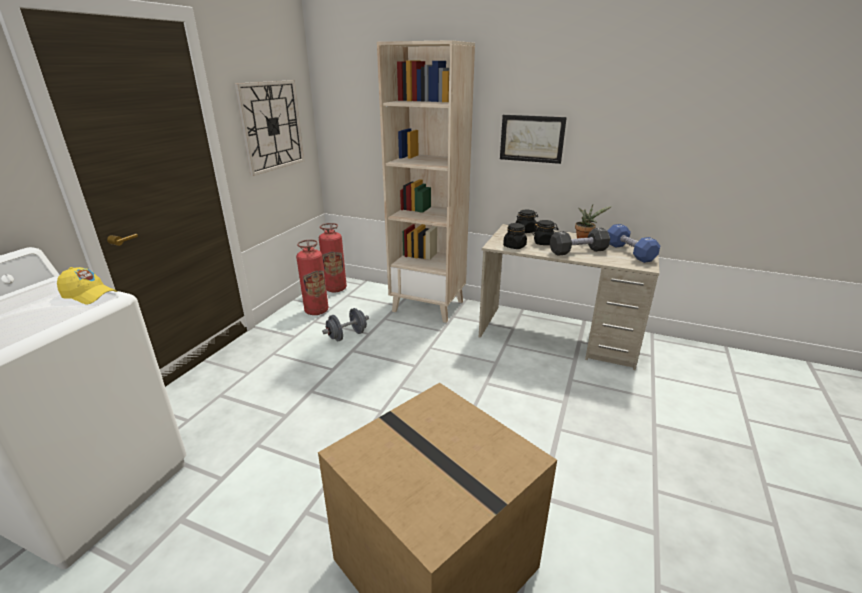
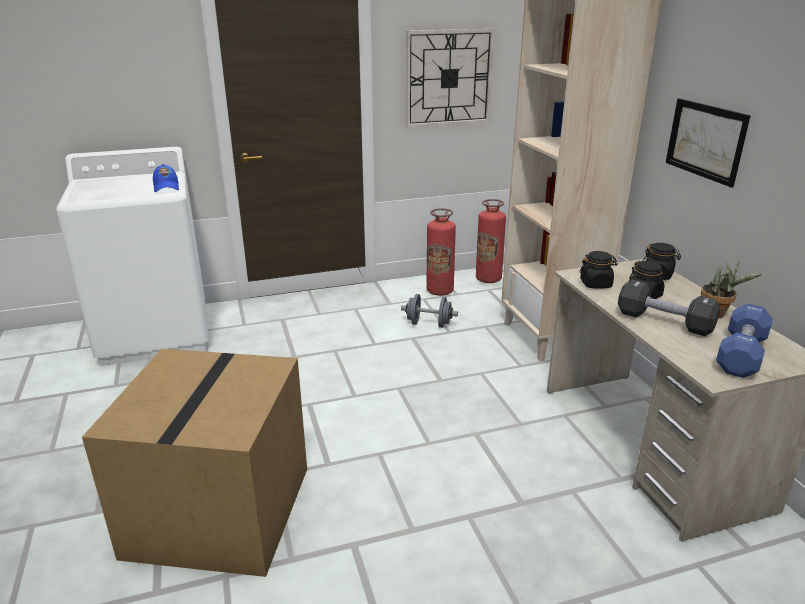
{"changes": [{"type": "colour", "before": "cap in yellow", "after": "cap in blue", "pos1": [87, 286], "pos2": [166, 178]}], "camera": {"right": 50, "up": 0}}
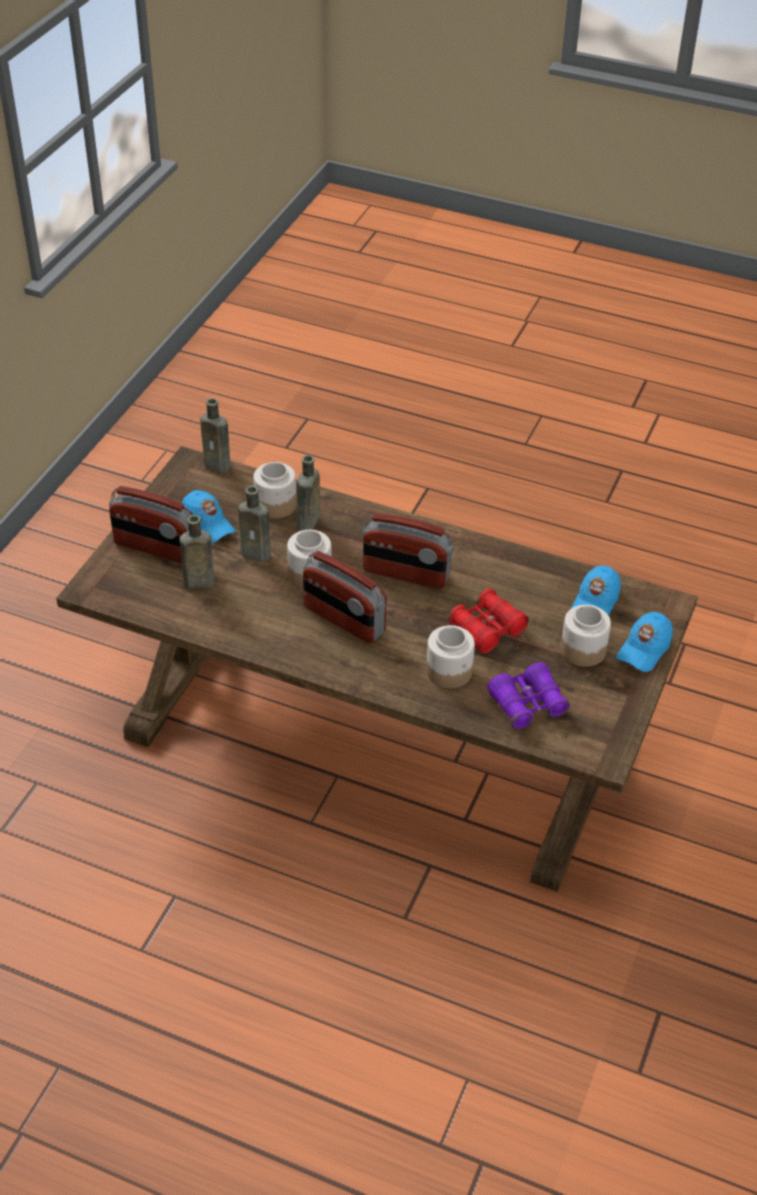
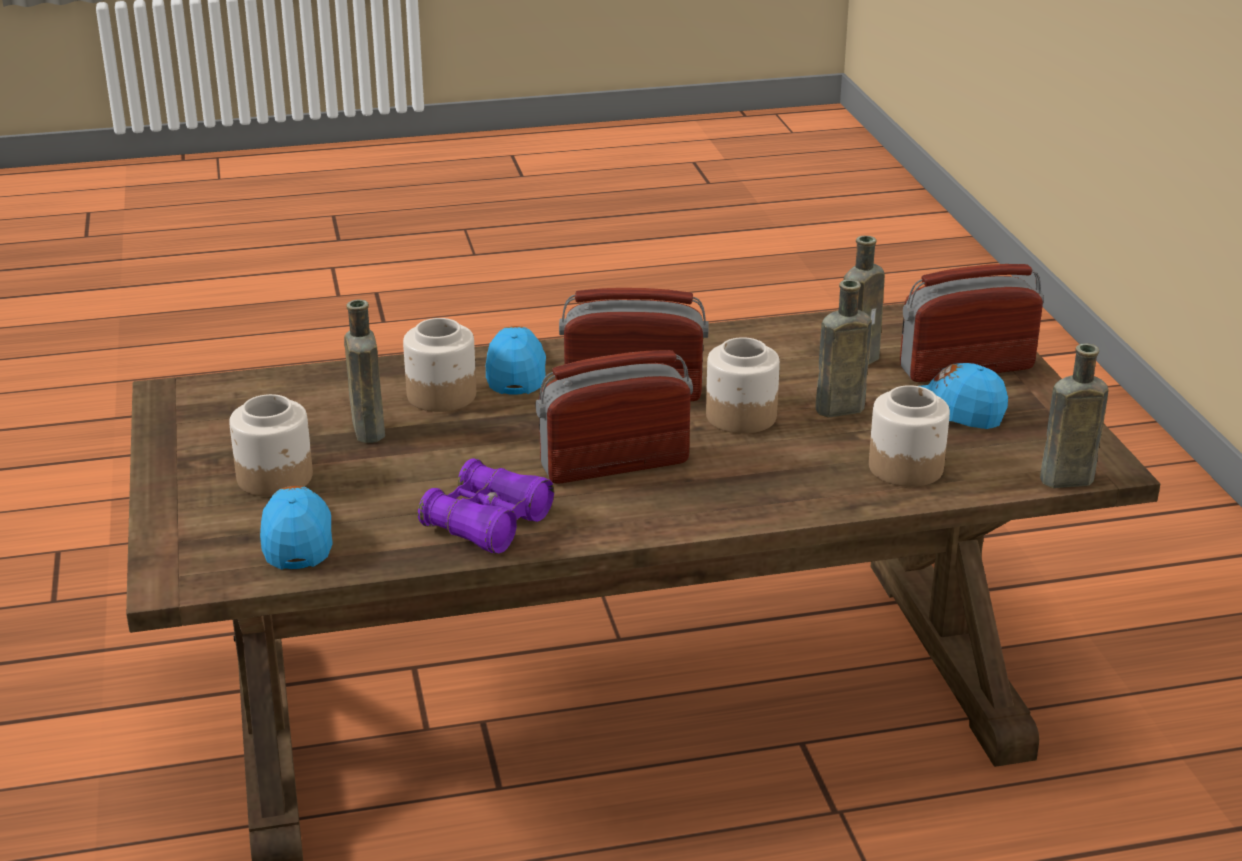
{"changes": [{"type": "relocated", "before": "bottle in brown", "pos1": [308, 493], "pos2": [364, 371]}, {"type": "missing", "before": "binoculars in red", "pos1": [488, 621]}, {"type": "relocated", "before": "cap in blue", "pos1": [644, 642], "pos2": [516, 360]}, {"type": "relocated", "before": "binoculars in purple", "pos1": [528, 695], "pos2": [486, 506]}], "camera": {"right": 145, "up": -15}}
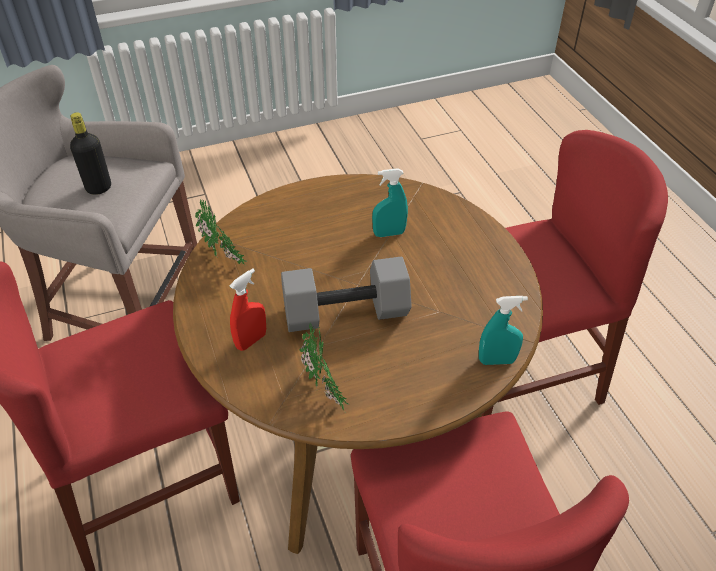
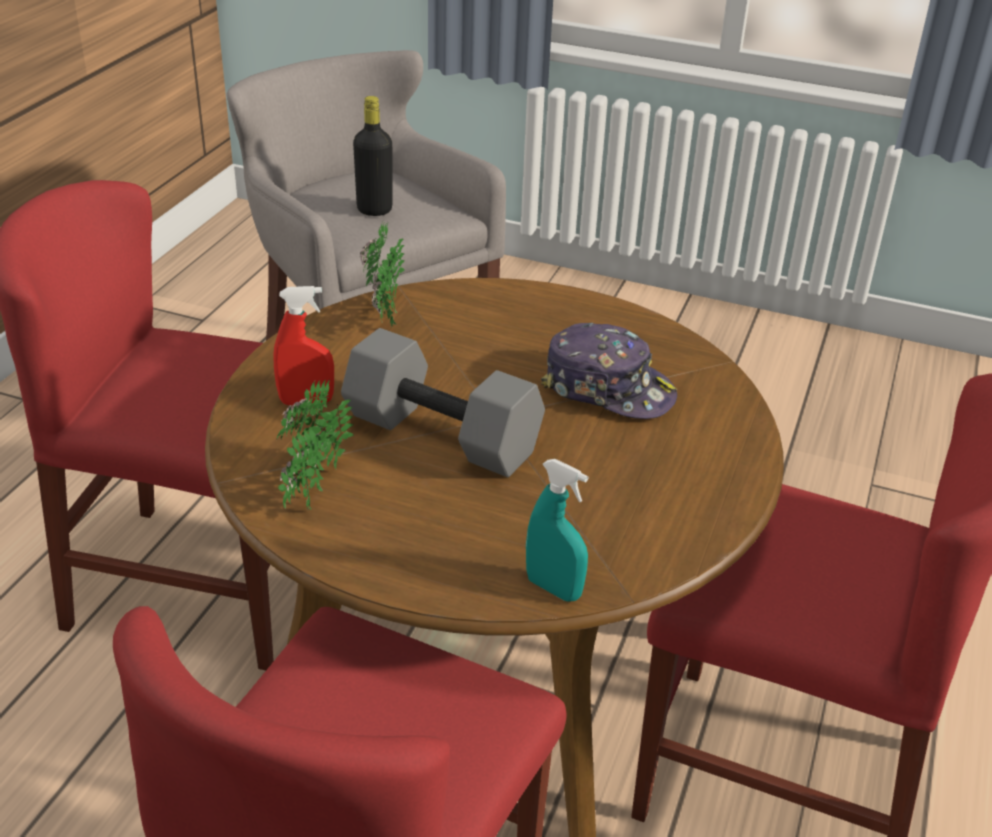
{"changes": [{"type": "exchanged", "before": "spray bottle in turquoise", "after": "cap", "pos1": [390, 202], "pos2": [609, 371]}], "camera": {"right": 40, "up": -10}}
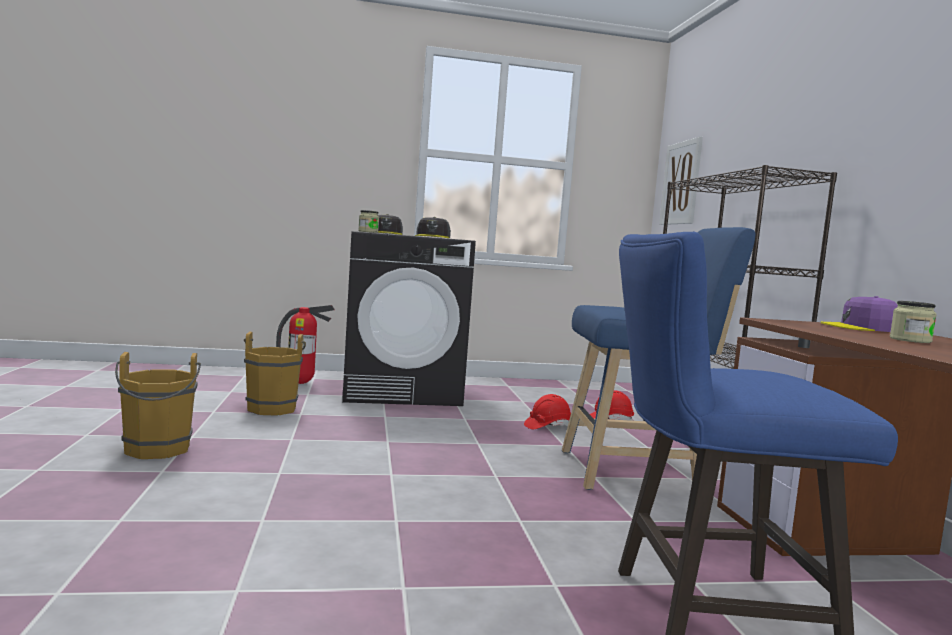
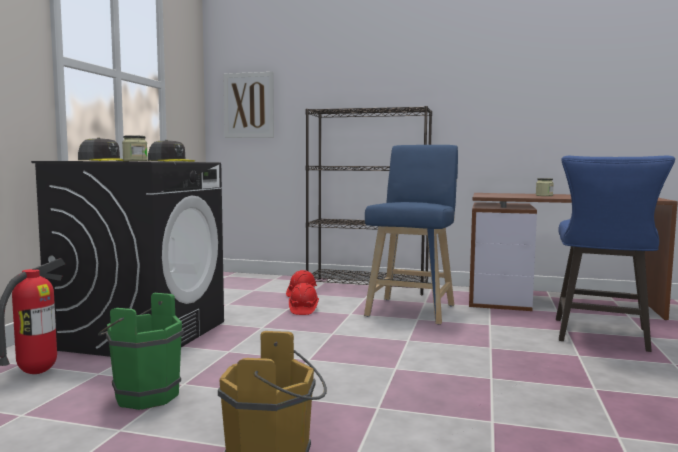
{"changes": [{"type": "missing", "before": "cap in purple", "pos1": [859, 314]}, {"type": "colour", "before": "bucket in brown", "after": "bucket in green", "pos1": [275, 374], "pos2": [141, 351]}], "camera": {"right": -65, "up": 0}}
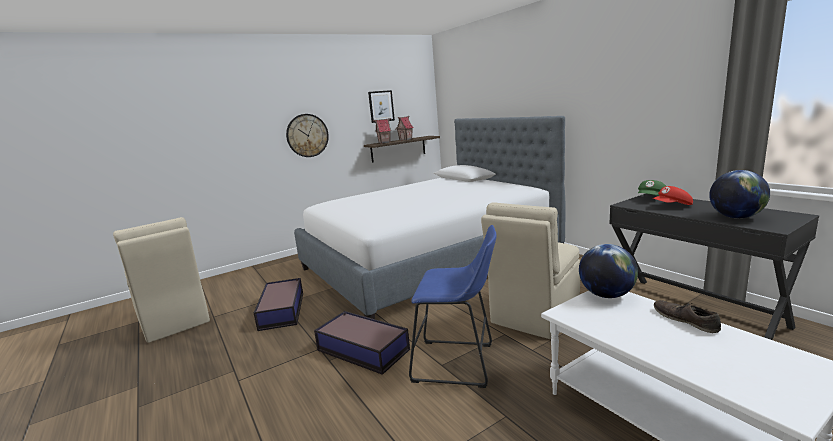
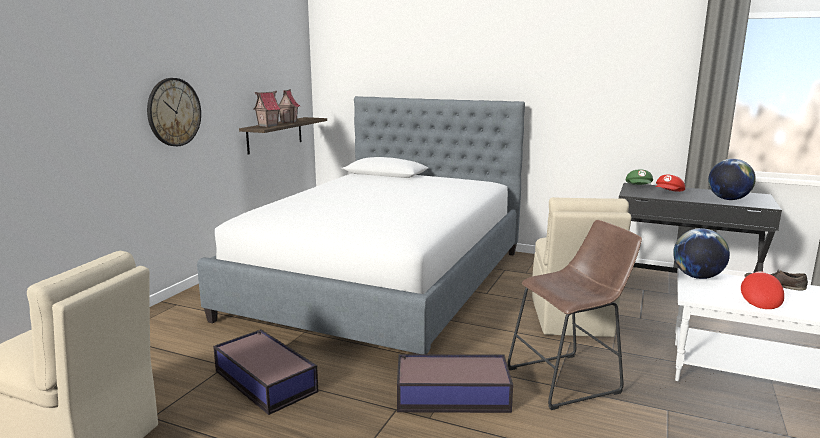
{"changes": [{"type": "missing", "before": "picture", "pos1": [381, 106]}, {"type": "colour", "before": "stool in blue", "after": "stool in brown", "pos1": [453, 306], "pos2": [574, 315]}, {"type": "appeared", "after": "cap in red", "pos2": [762, 290]}], "camera": {"right": -35, "up": 0}}
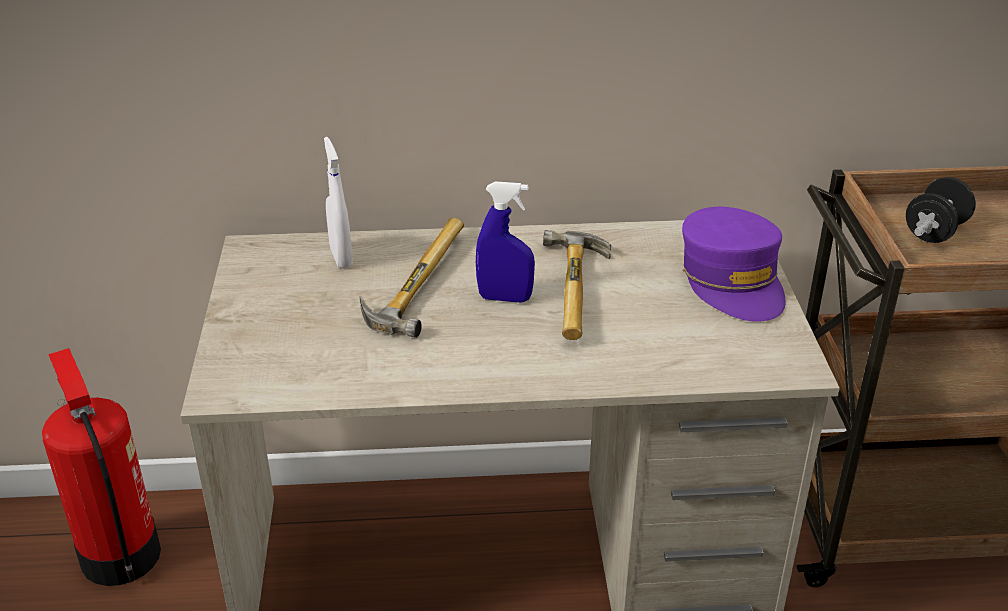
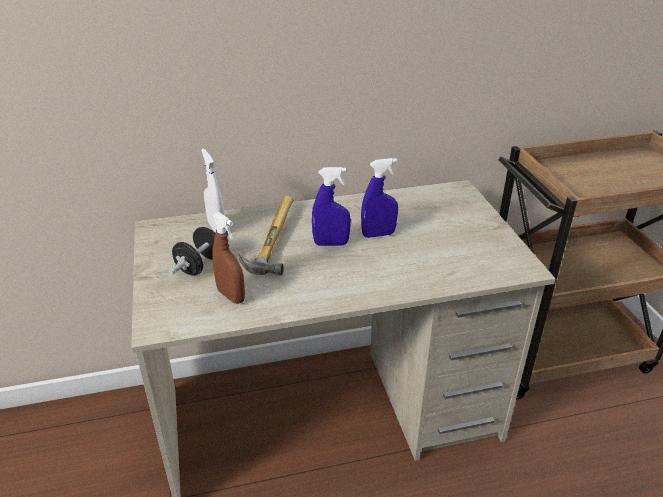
{"changes": [{"type": "relocated", "before": "dumbbell in black", "pos1": [941, 210], "pos2": [192, 251]}, {"type": "missing", "before": "cap in purple", "pos1": [734, 264]}, {"type": "exchanged", "before": "hammer", "after": "spray bottle in blue", "pos1": [577, 285], "pos2": [379, 198]}, {"type": "missing", "before": "fire extinguisher", "pos1": [101, 467]}, {"type": "appeared", "after": "spray bottle in brown", "pos2": [228, 258]}], "camera": {"right": -10, "up": 0}}
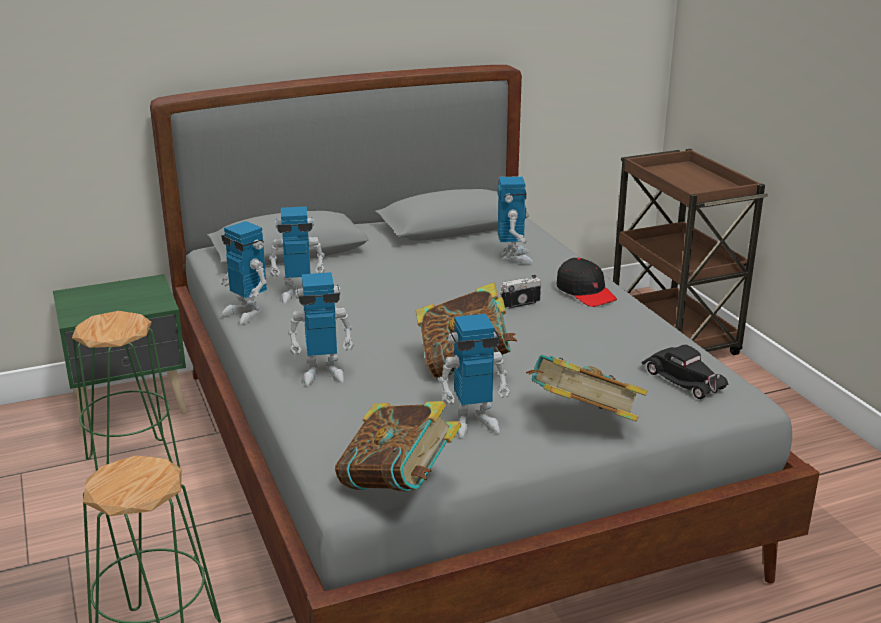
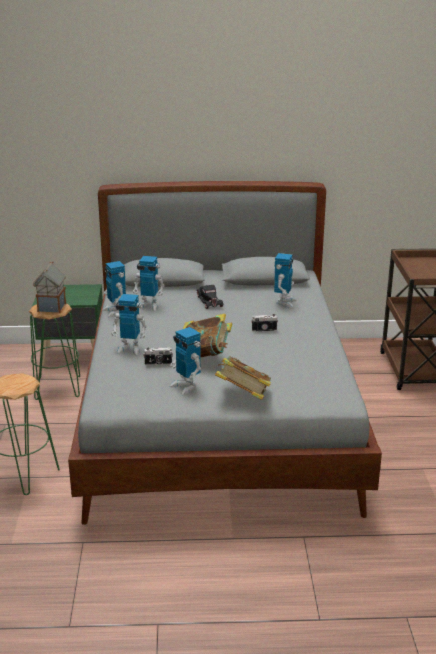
{"changes": [{"type": "missing", "before": "cap in black", "pos1": [586, 282]}, {"type": "spun", "before": "toy robot", "pos1": [475, 376], "pos2": [185, 361], "turn": 45}, {"type": "relocated", "before": "toy car in black", "pos1": [685, 372], "pos2": [209, 297]}, {"type": "missing", "before": "book", "pos1": [398, 446]}, {"type": "appeared", "after": "toy house", "pos2": [49, 287]}, {"type": "appeared", "after": "photo camera", "pos2": [158, 356]}], "camera": {"right": 20, "up": 0}}
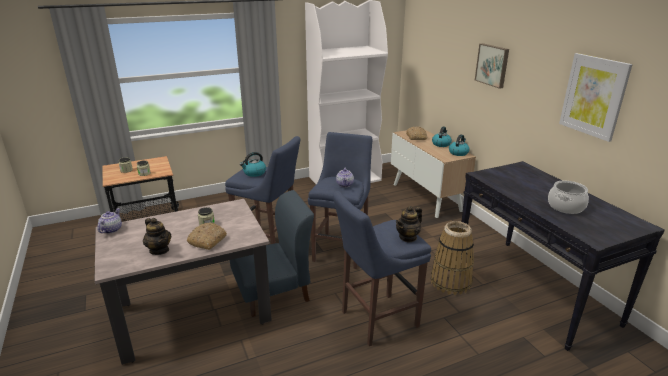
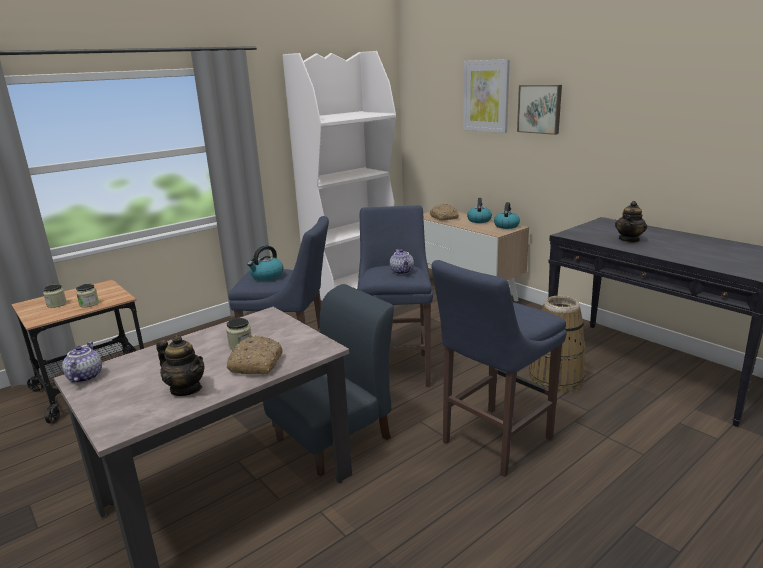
{"changes": [{"type": "relocated", "before": "picture", "pos1": [595, 97], "pos2": [486, 96]}, {"type": "missing", "before": "cooking pot", "pos1": [568, 197]}, {"type": "relocated", "before": "teapot", "pos1": [409, 224], "pos2": [631, 222]}], "camera": {"right": -15, "up": -5}}
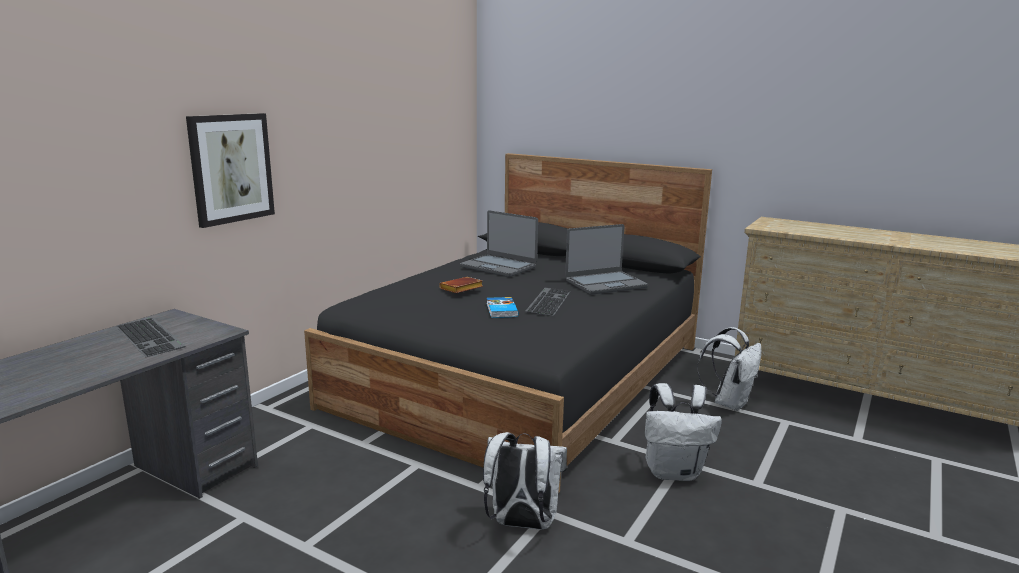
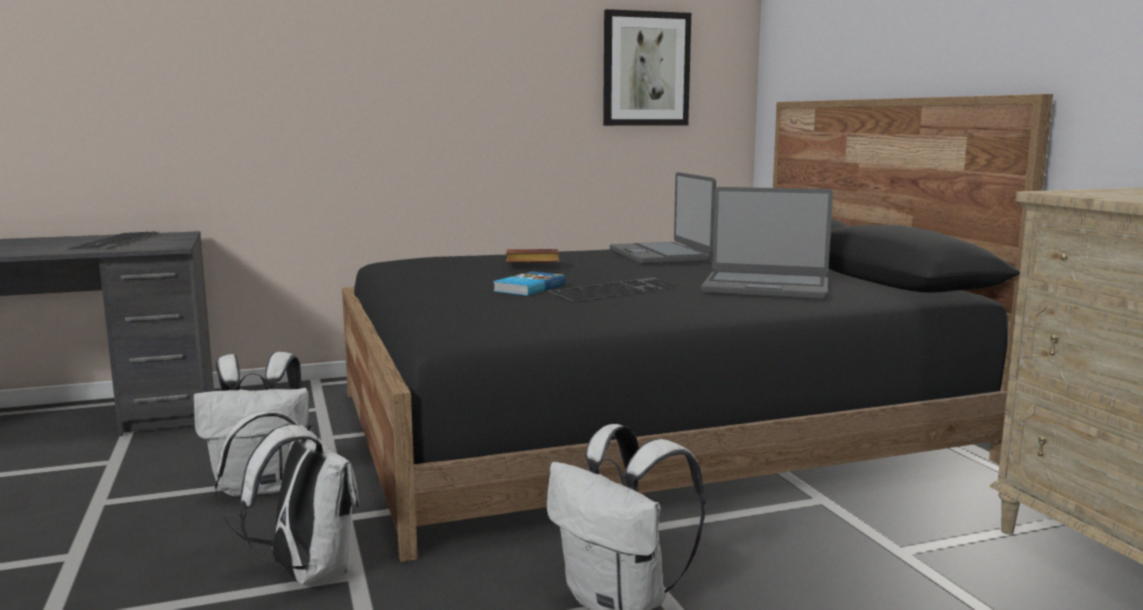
{"changes": [{"type": "relocated", "before": "picture", "pos1": [230, 170], "pos2": [647, 67]}, {"type": "relocated", "before": "backpack in white", "pos1": [729, 369], "pos2": [251, 424]}], "camera": {"right": 40, "up": -5}}
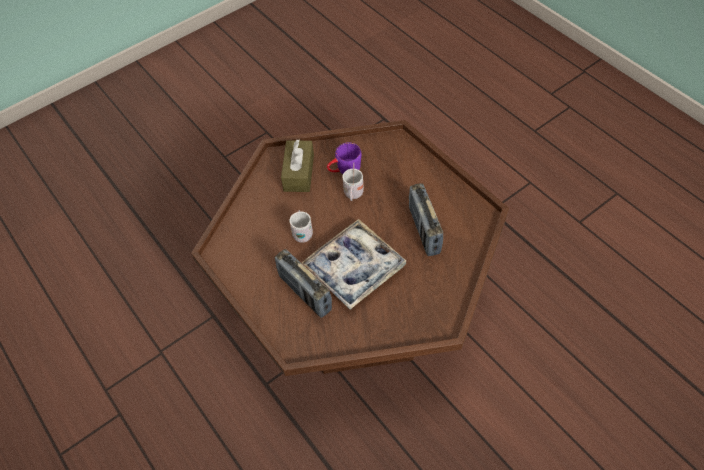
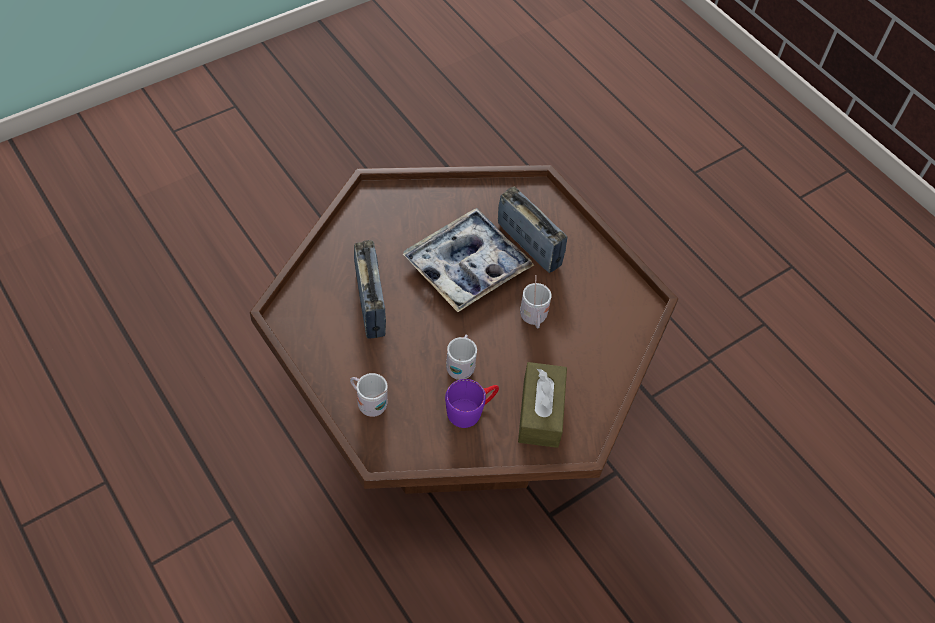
{"changes": [{"type": "appeared", "after": "mug in white", "pos2": [369, 395]}], "camera": {"right": 175, "up": 0}}
